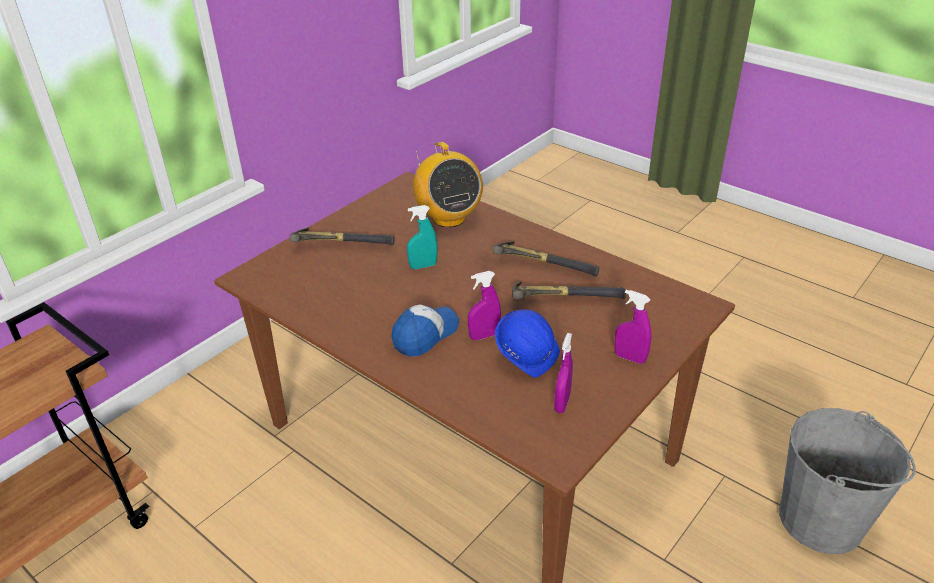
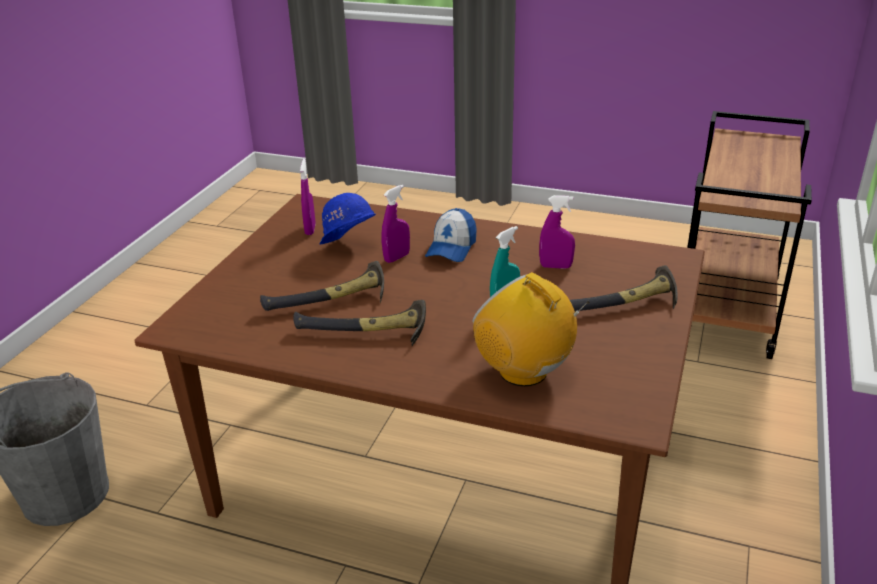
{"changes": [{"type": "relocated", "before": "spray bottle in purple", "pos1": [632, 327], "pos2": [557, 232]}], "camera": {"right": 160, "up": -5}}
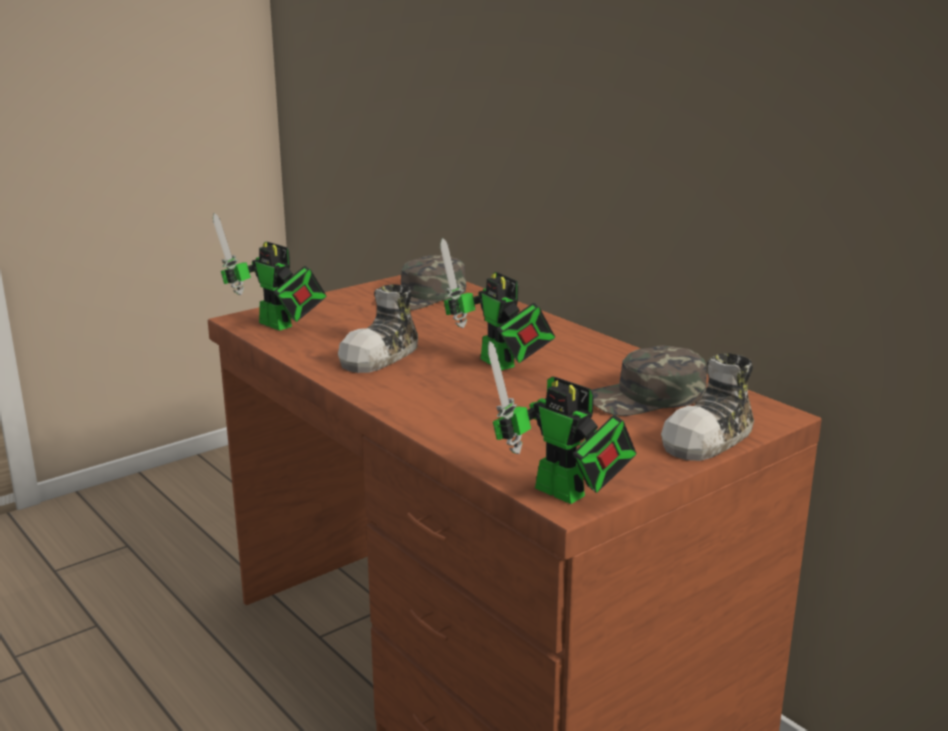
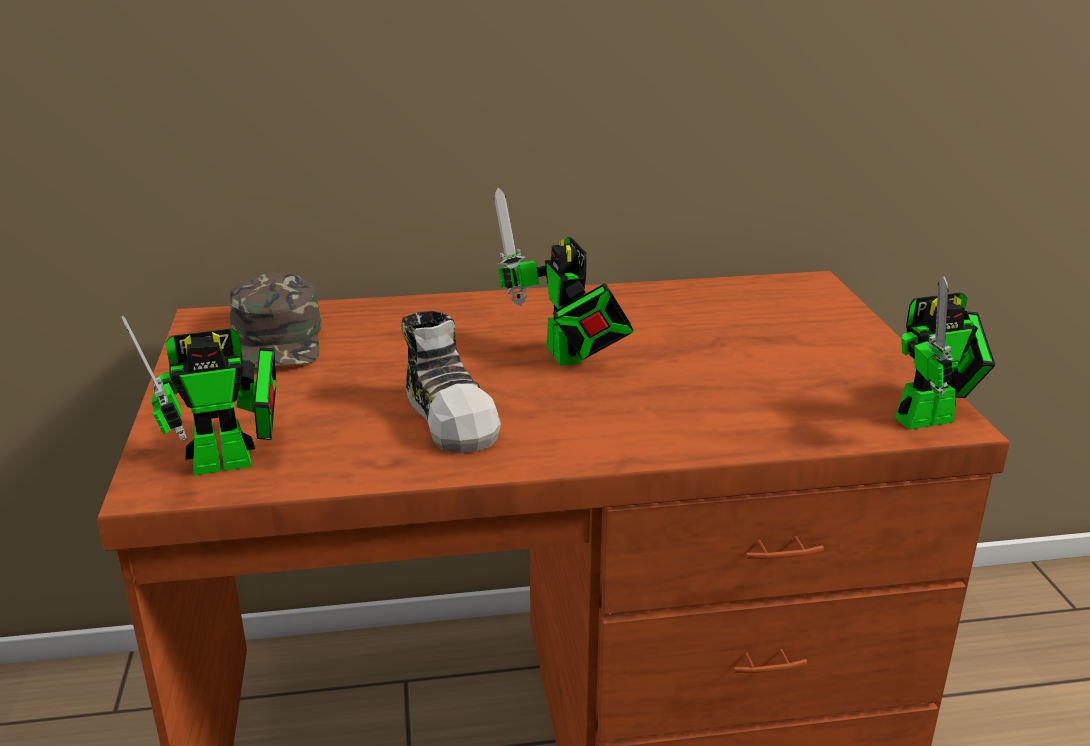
{"changes": [{"type": "spun", "before": "toy robot", "pos1": [497, 304], "pos2": [563, 276], "turn": 75}, {"type": "missing", "before": "cap in green", "pos1": [649, 380]}, {"type": "missing", "before": "shoe", "pos1": [707, 407]}], "camera": {"right": -60, "up": 5}}
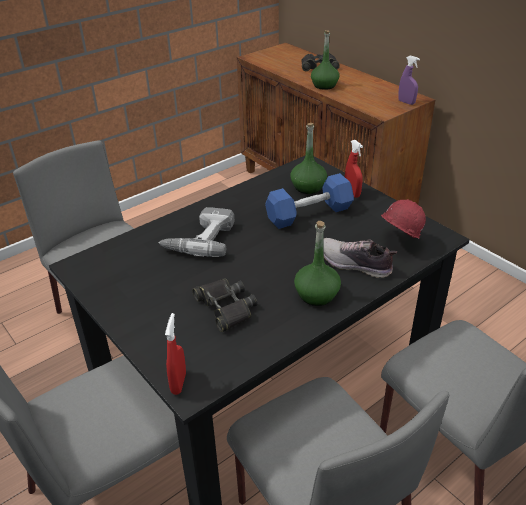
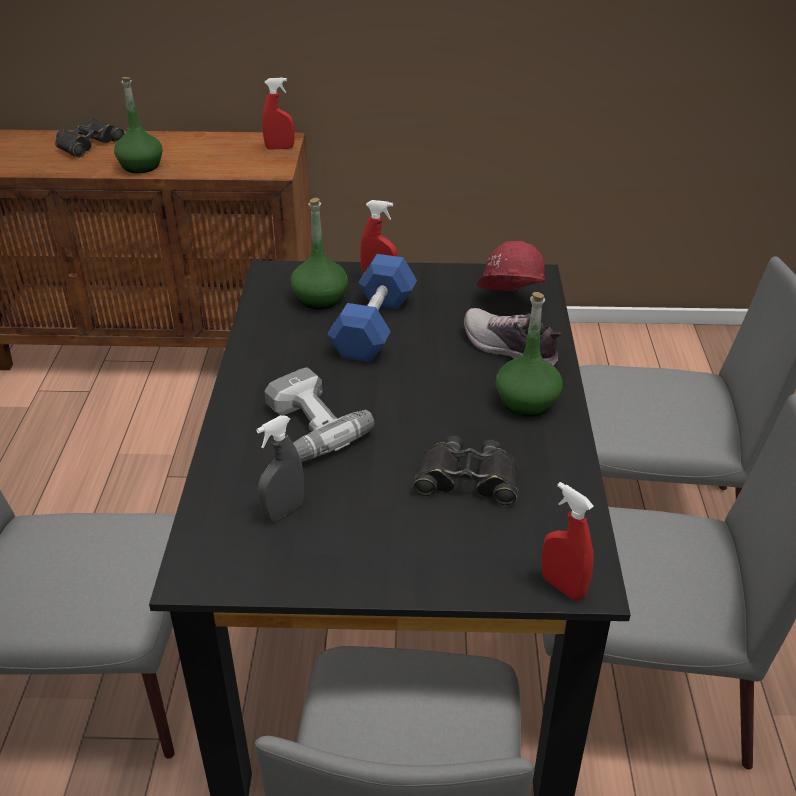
{"changes": [{"type": "colour", "before": "spray bottle in purple", "after": "spray bottle in red", "pos1": [409, 80], "pos2": [278, 113]}, {"type": "spun", "before": "shoe", "pos1": [360, 258], "pos2": [513, 337], "turn": 60}, {"type": "appeared", "after": "spray bottle in grey", "pos2": [280, 468]}], "camera": {"right": -50, "up": 0}}
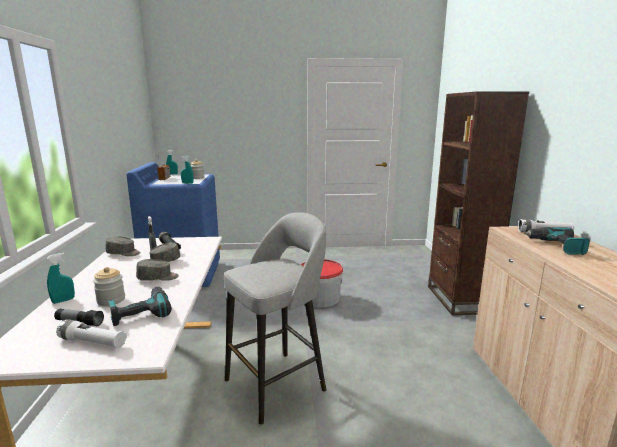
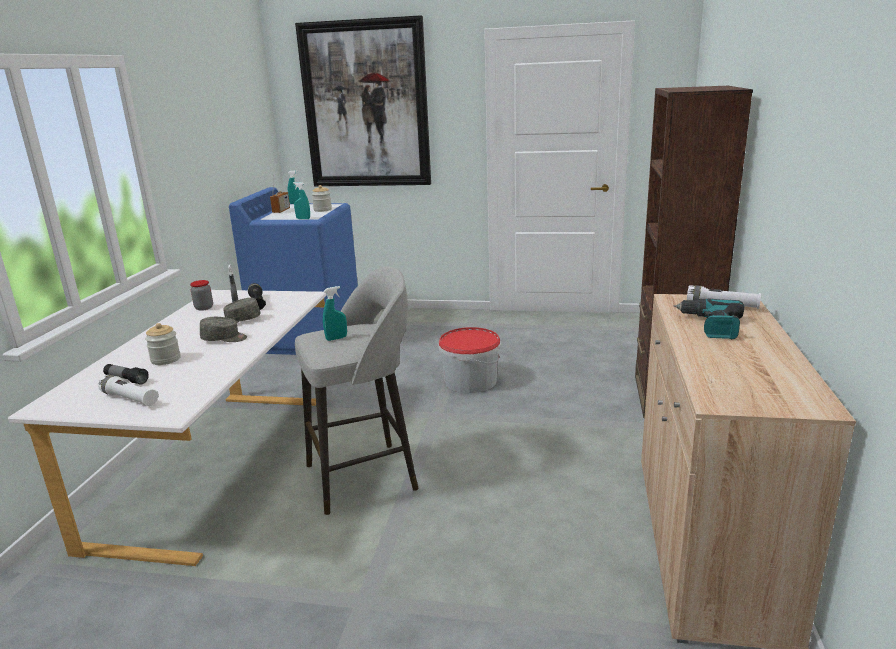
{"changes": [{"type": "exchanged", "before": "cap in grey", "after": "jar", "pos1": [123, 246], "pos2": [201, 295]}, {"type": "relocated", "before": "spray bottle in turquoise", "pos1": [61, 278], "pos2": [335, 313]}, {"type": "missing", "before": "power drill", "pos1": [140, 306]}, {"type": "appeared", "after": "picture", "pos2": [363, 100]}], "camera": {"right": 15, "up": 5}}
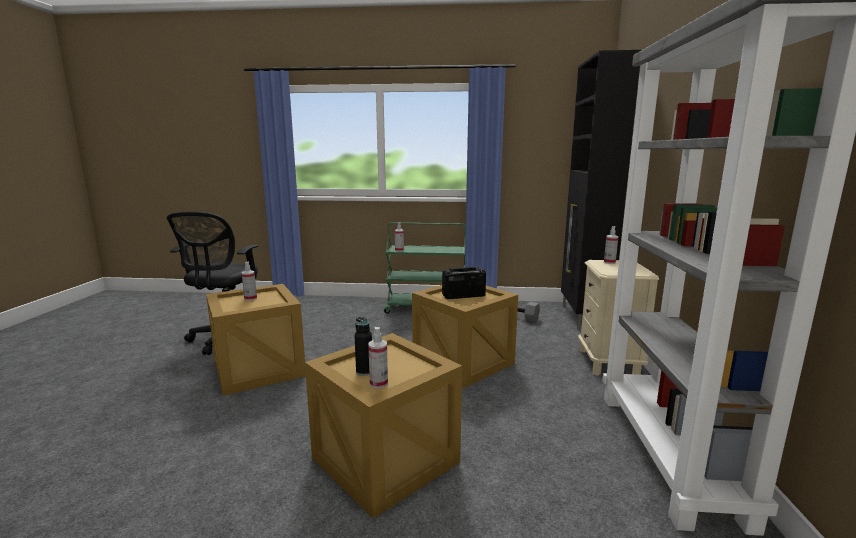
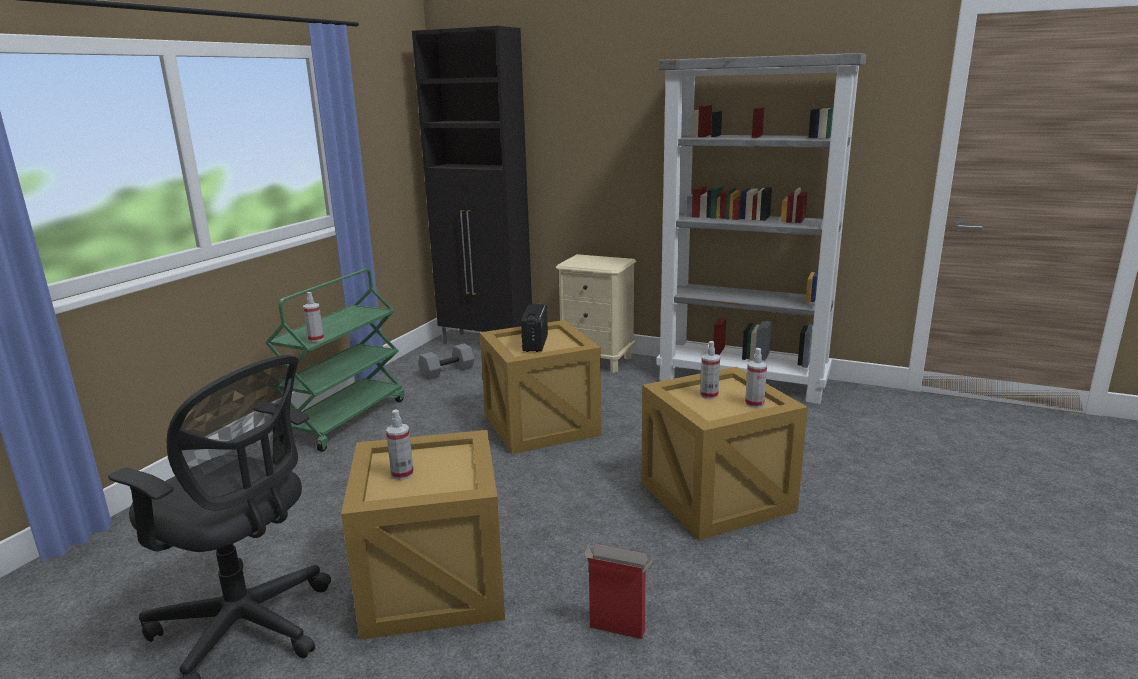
{"changes": [{"type": "relocated", "before": "spray bottle", "pos1": [611, 245], "pos2": [710, 370]}, {"type": "missing", "before": "bottle in black", "pos1": [363, 346]}, {"type": "appeared", "after": "cardboard box", "pos2": [618, 591]}], "camera": {"right": -70, "up": 5}}
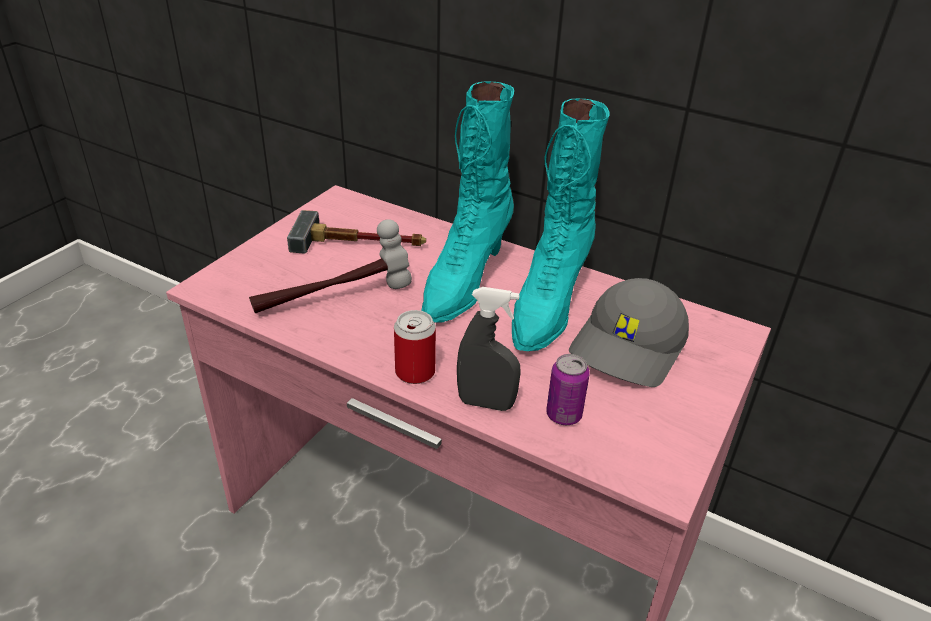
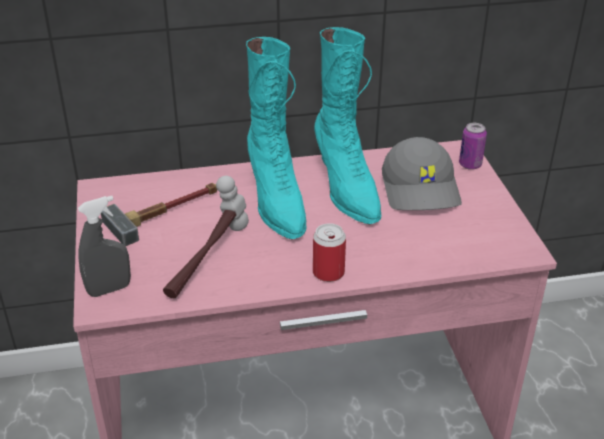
{"changes": [{"type": "relocated", "before": "spray bottle in grey", "pos1": [489, 349], "pos2": [104, 246]}, {"type": "relocated", "before": "can", "pos1": [568, 389], "pos2": [473, 146]}], "camera": {"right": -40, "up": 0}}
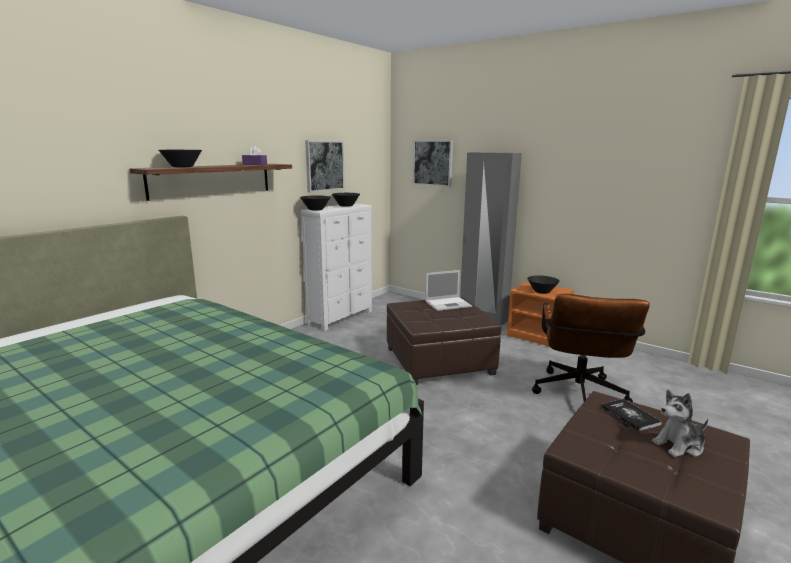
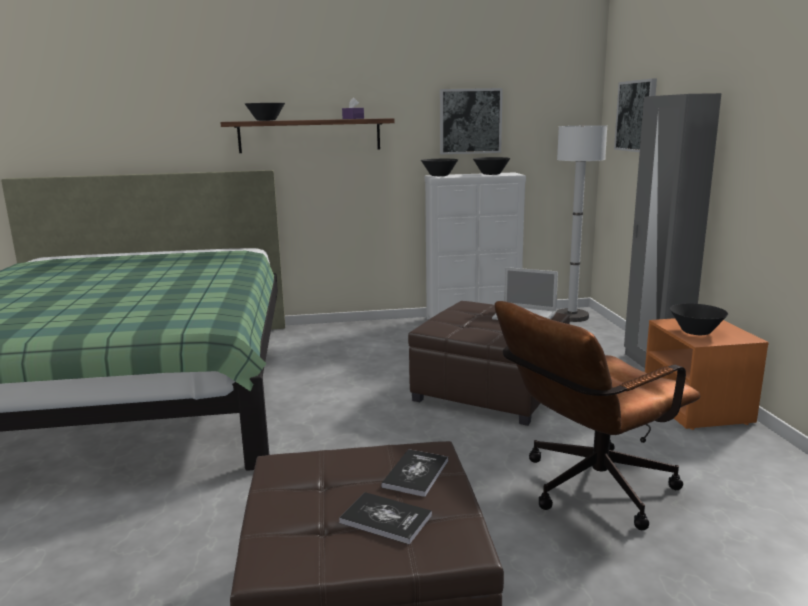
{"changes": [{"type": "exchanged", "before": "plush toy", "after": "book", "pos1": [680, 423], "pos2": [385, 518]}, {"type": "appeared", "after": "floor lamp in white", "pos2": [581, 223]}], "camera": {"right": 45, "up": 0}}
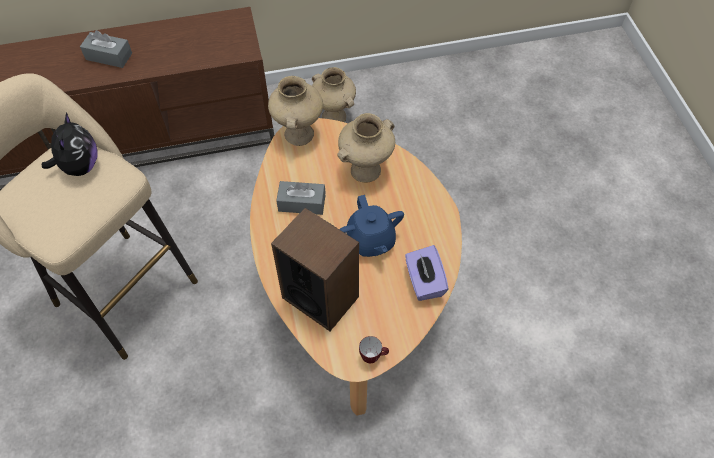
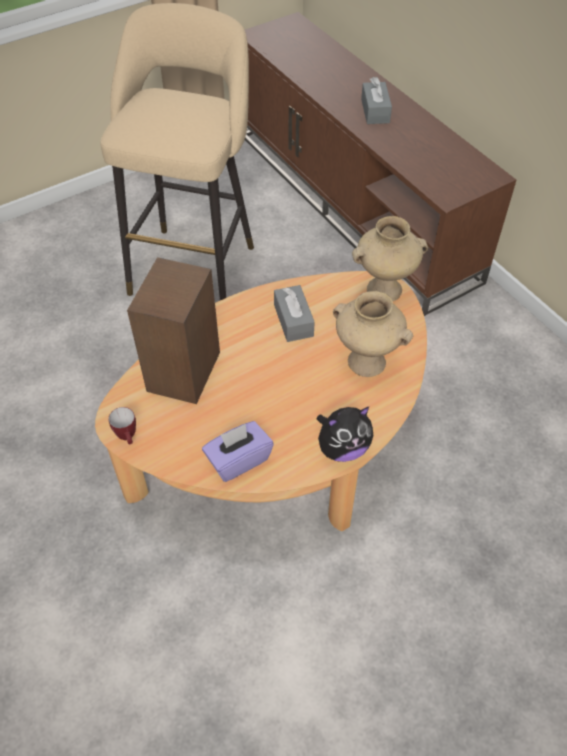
{"changes": [{"type": "missing", "before": "vase in beige", "pos1": [334, 94]}, {"type": "relocated", "before": "plush toy", "pos1": [69, 144], "pos2": [345, 434]}, {"type": "missing", "before": "teapot in blue", "pos1": [371, 226]}], "camera": {"right": 70, "up": -5}}
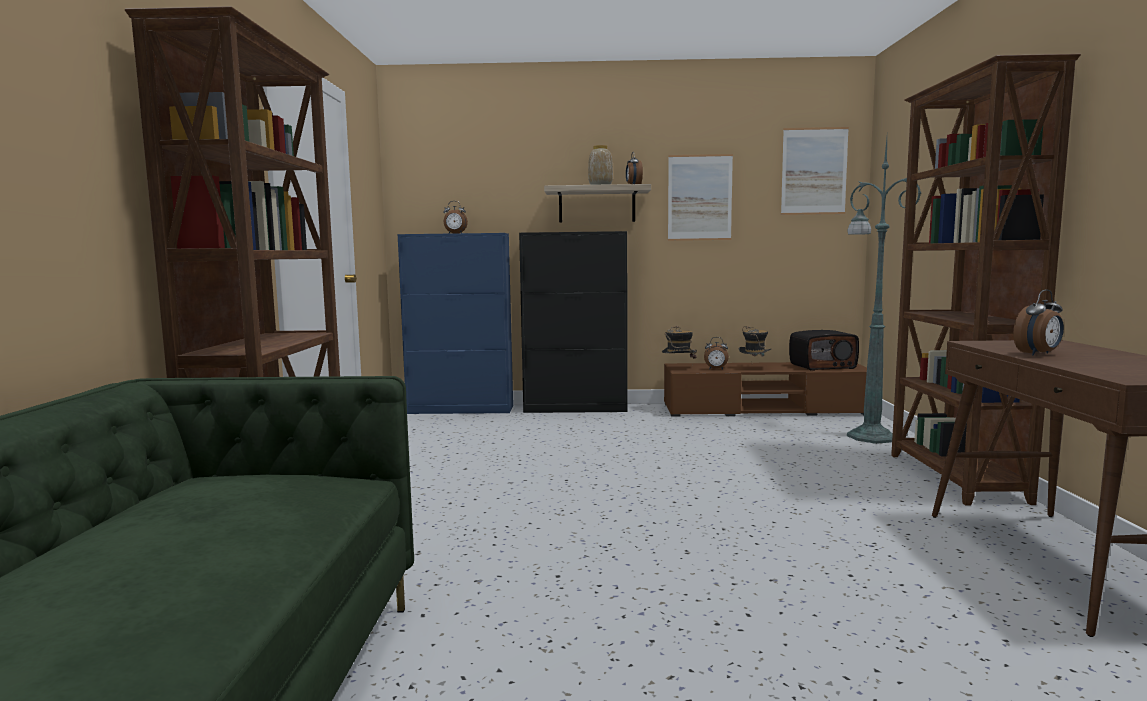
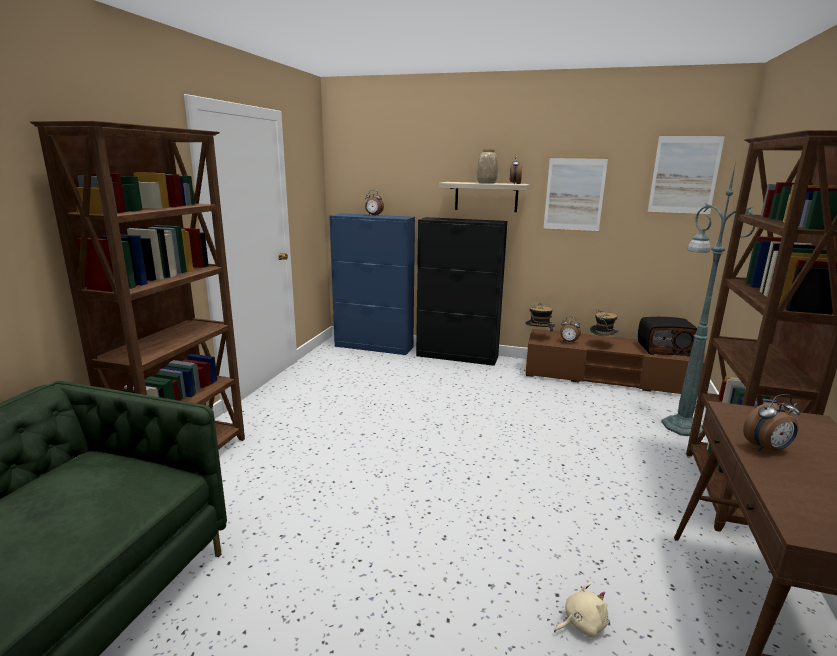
{"changes": [{"type": "appeared", "after": "plush toy in beige", "pos2": [581, 610]}], "camera": {"right": 15, "up": 10}}
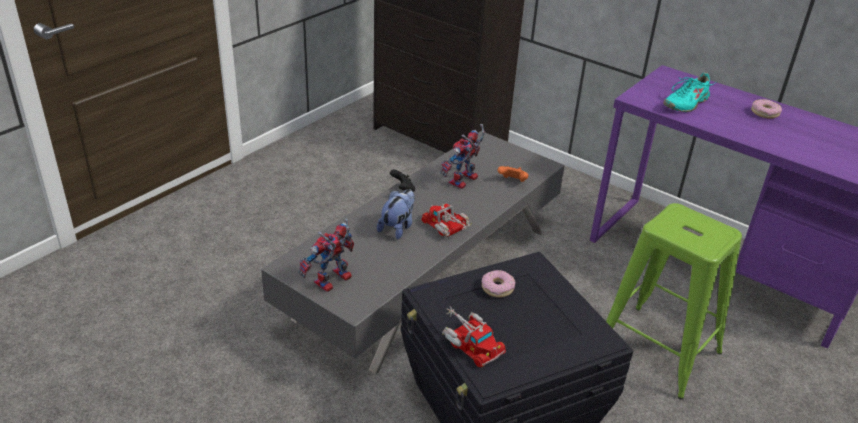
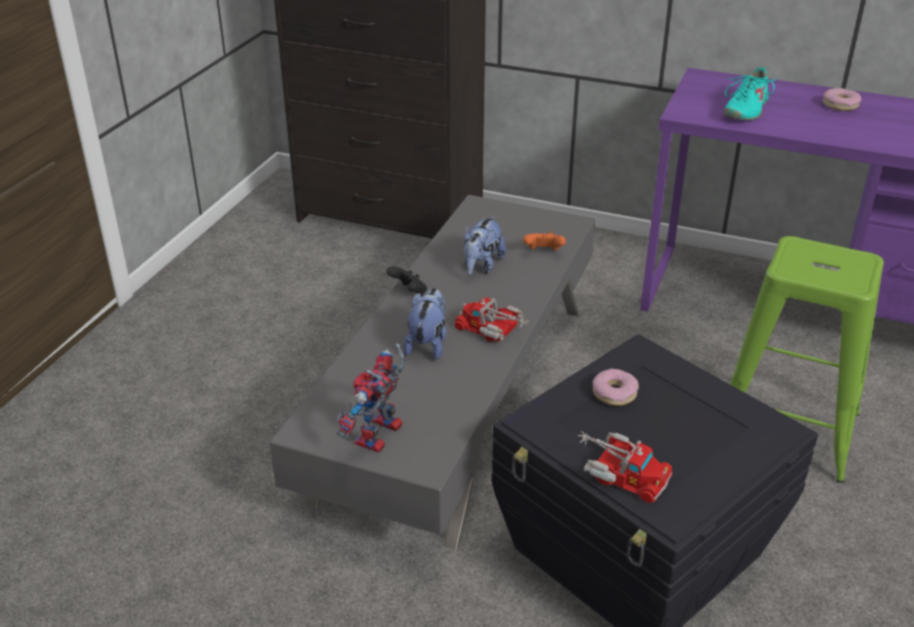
{"changes": [{"type": "exchanged", "before": "toy robot", "after": "plush toy", "pos1": [462, 156], "pos2": [485, 245]}], "camera": {"right": -15, "up": 0}}
